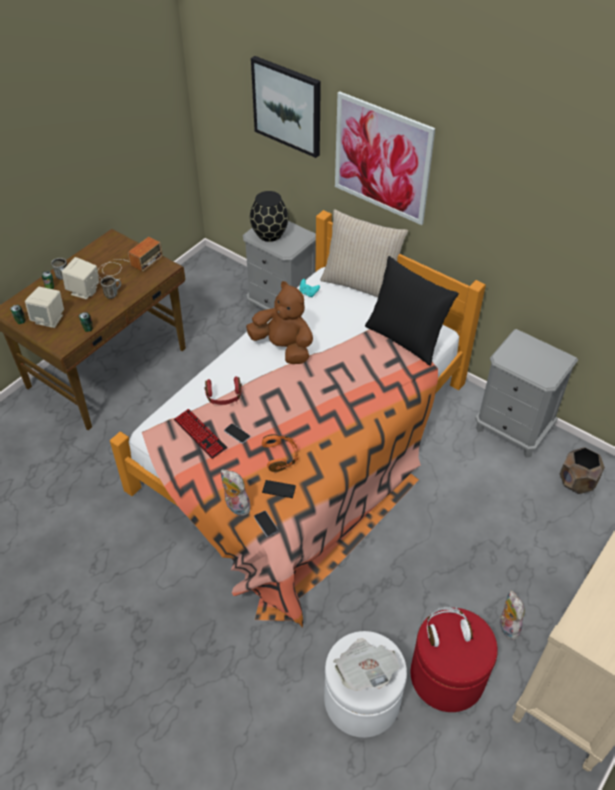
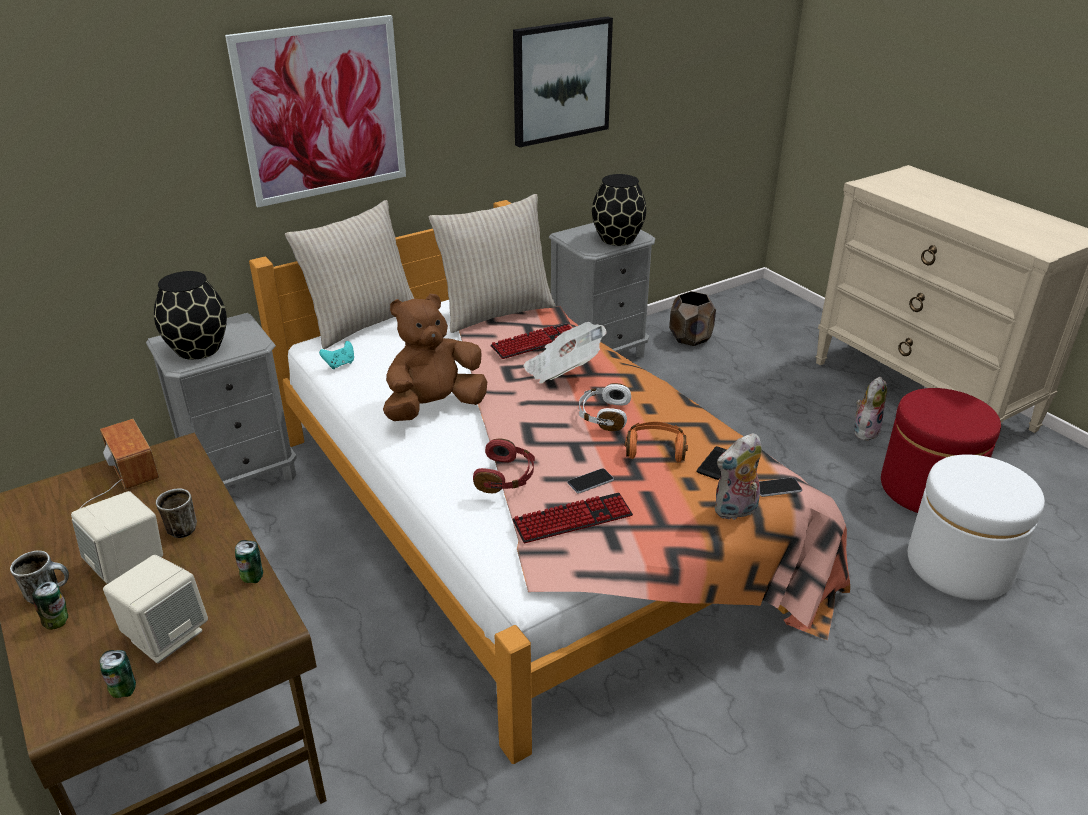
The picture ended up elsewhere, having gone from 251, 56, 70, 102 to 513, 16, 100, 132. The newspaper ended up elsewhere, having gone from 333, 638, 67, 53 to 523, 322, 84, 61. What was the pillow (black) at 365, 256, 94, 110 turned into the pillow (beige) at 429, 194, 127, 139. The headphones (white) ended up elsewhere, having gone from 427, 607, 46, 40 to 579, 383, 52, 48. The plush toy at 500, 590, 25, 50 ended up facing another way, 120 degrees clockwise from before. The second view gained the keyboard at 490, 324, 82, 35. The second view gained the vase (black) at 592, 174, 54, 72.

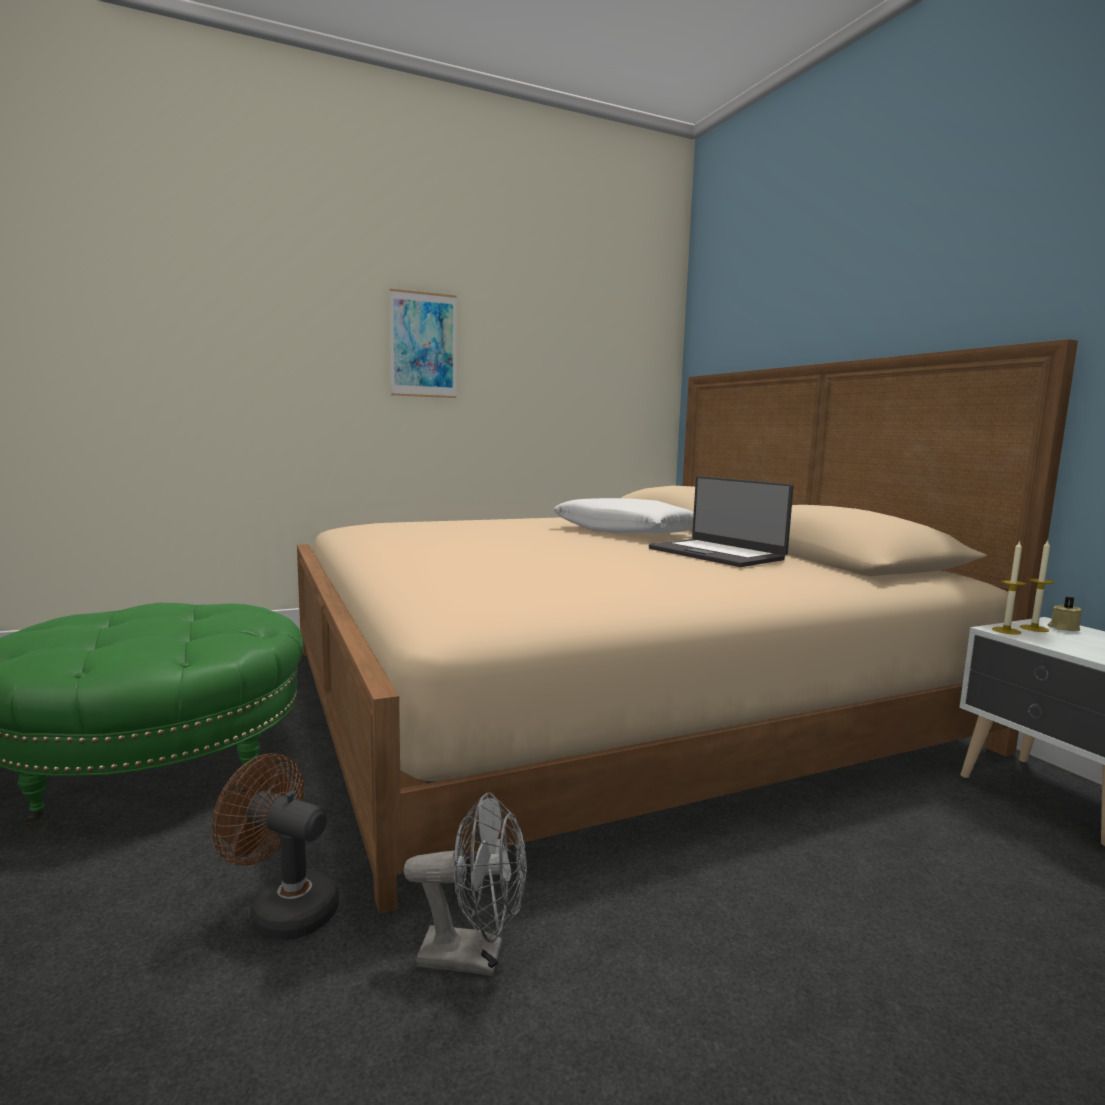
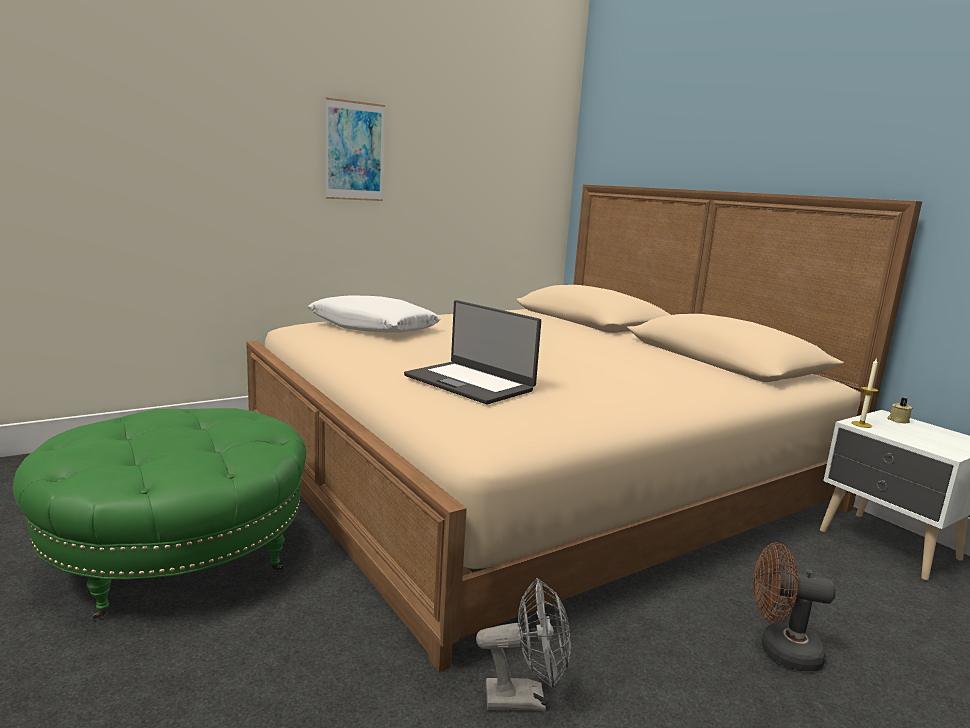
The fan (brown) ended up elsewhere, having gone from 212, 753, 127, 187 to 754, 543, 82, 128. The pillow (white) ended up elsewhere, having gone from 554, 498, 140, 36 to 308, 295, 133, 38. The laptop ended up elsewhere, having gone from 649, 476, 145, 91 to 404, 300, 137, 104. The second view lost the candle at 1020, 540, 34, 92.

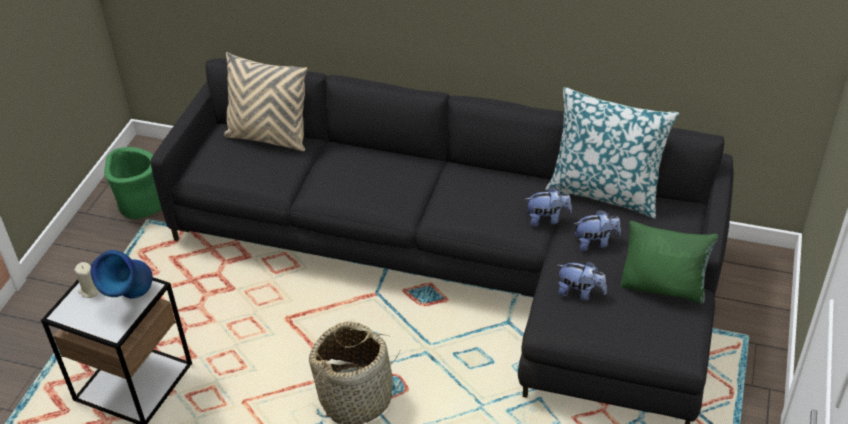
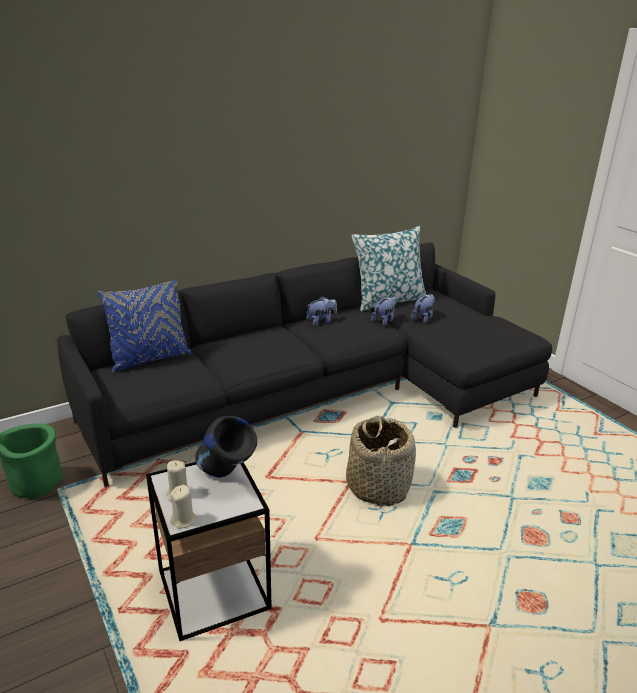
What was the vase (blue) at 90, 250, 63, 49 turned into the vase (black) at 195, 416, 62, 62. What was the pillow (beige) at 224, 52, 84, 99 turned into the pillow (blue) at 97, 279, 94, 94. The plush toy ended up elsewhere, having gone from 558, 261, 49, 40 to 306, 296, 31, 30. The second view lost the pillow (green) at 620, 221, 99, 83. The second view gained the candle (beige) at 170, 485, 26, 44.

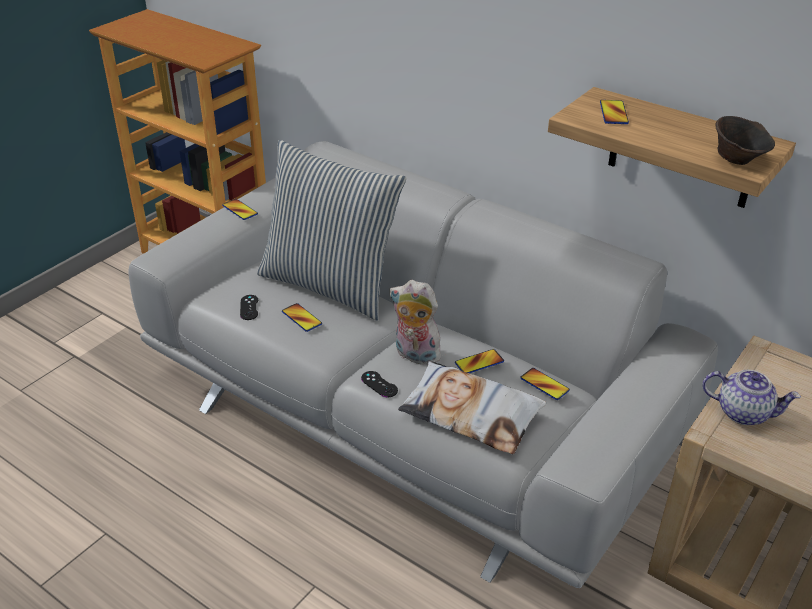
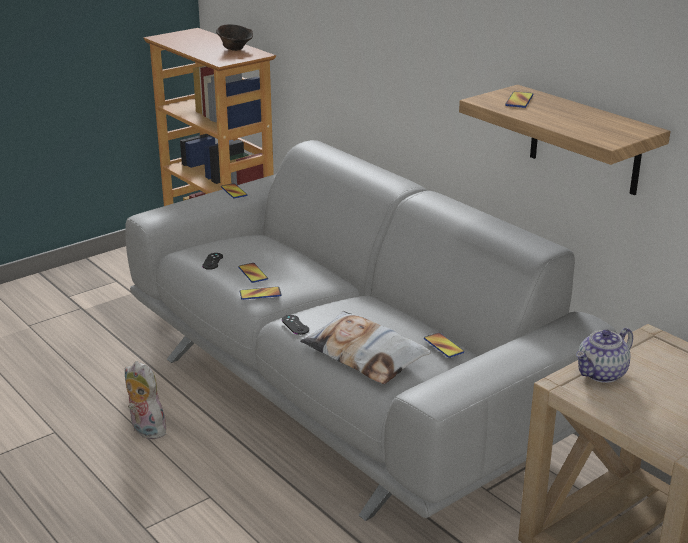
The second view lost the pillow at 257, 140, 149, 181. The plush toy ended up elsewhere, having gone from 389, 280, 54, 85 to 125, 361, 42, 79. The phone ended up elsewhere, having gone from 455, 349, 49, 24 to 240, 287, 42, 13. The teapot at 703, 370, 98, 55 ended up facing another way, 105 degrees clockwise from before. The bowl (brown) ended up elsewhere, having gone from 716, 116, 59, 49 to 216, 24, 37, 27.

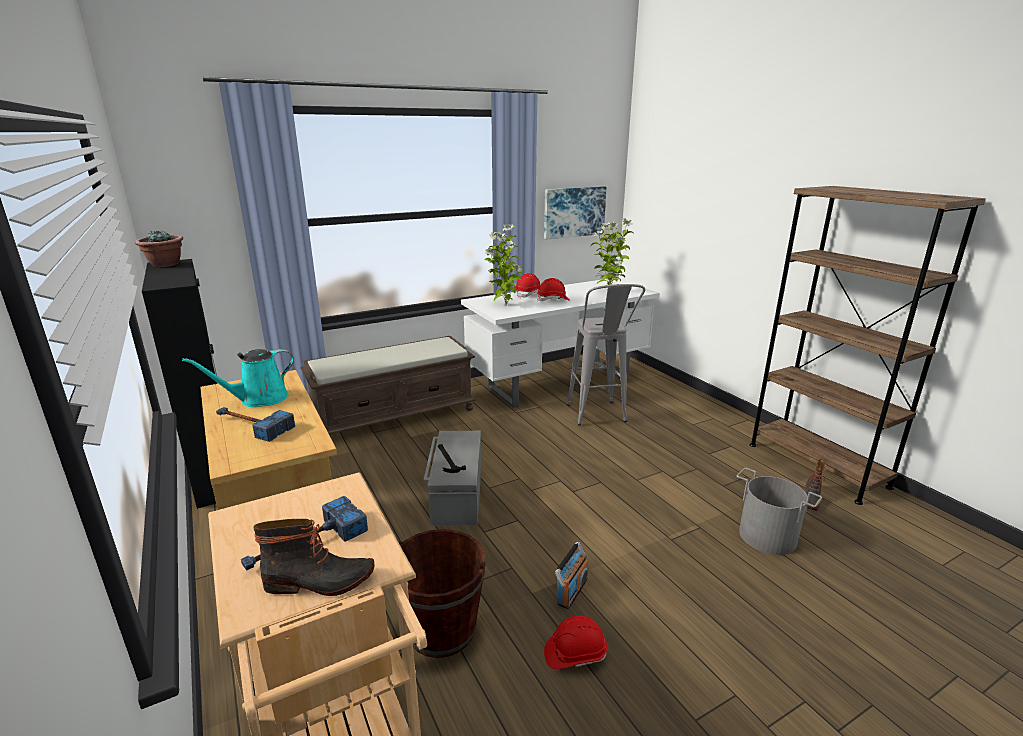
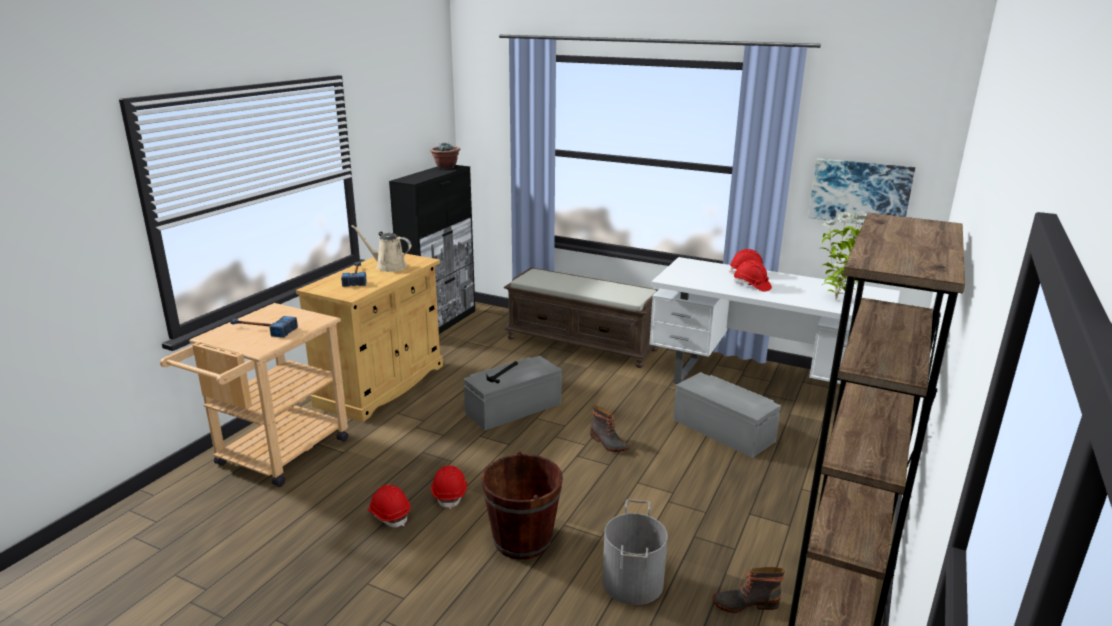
What was the watering can (turquoise) at 182, 349, 112, 58 turned into the watering can (beige) at 351, 225, 60, 47. The boot ended up elsewhere, having gone from 253, 519, 122, 77 to 590, 406, 40, 46. The bucket (brown) ended up elsewhere, having gone from 398, 529, 88, 129 to 481, 451, 82, 108. The second view lost the potted plant at 484, 224, 38, 81. Where the radio stood at 555, 542, 33, 67, the hard hat (red) came to stand at 431, 466, 36, 43. Where the stool (grey) stood at 567, 284, 78, 142, the storage box (grey) came to stand at 673, 372, 108, 86.

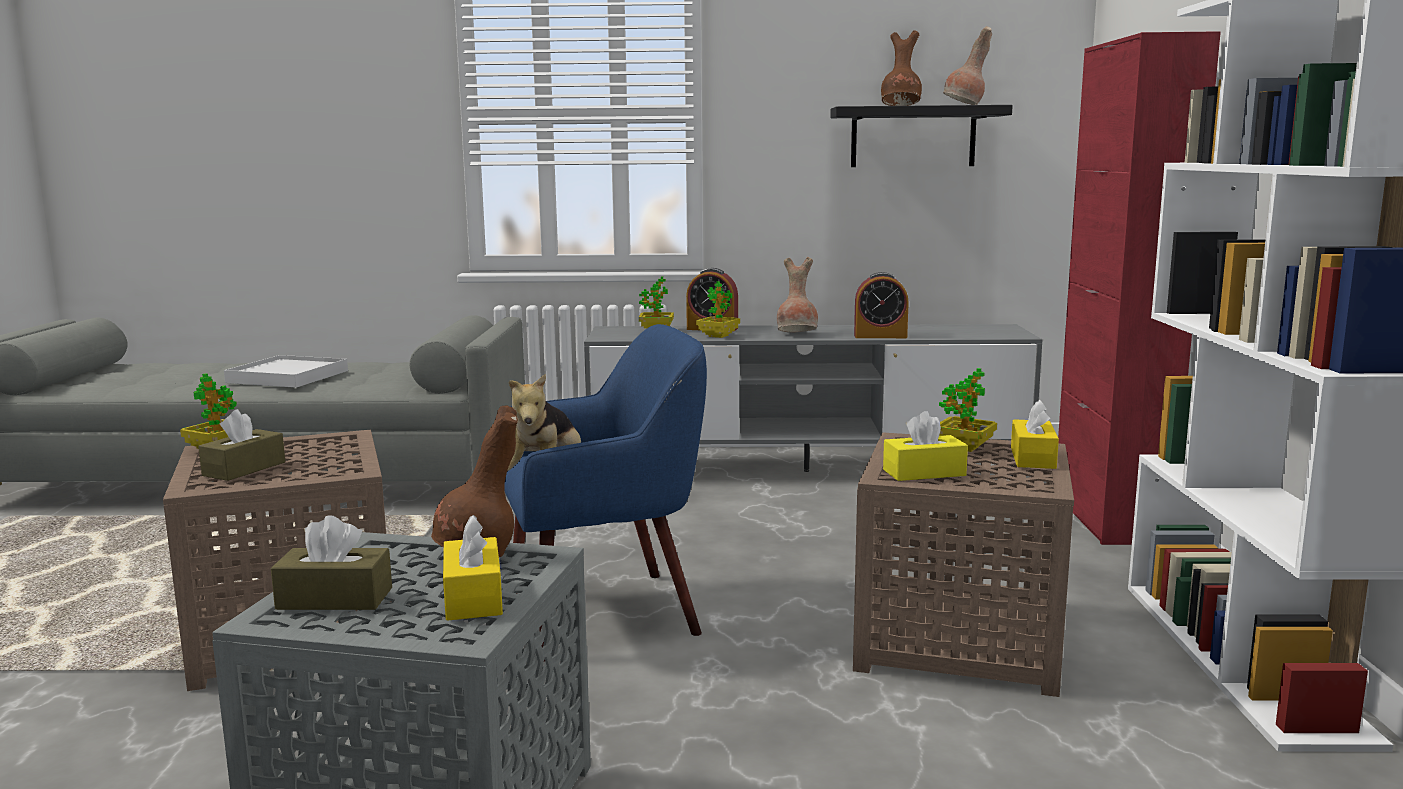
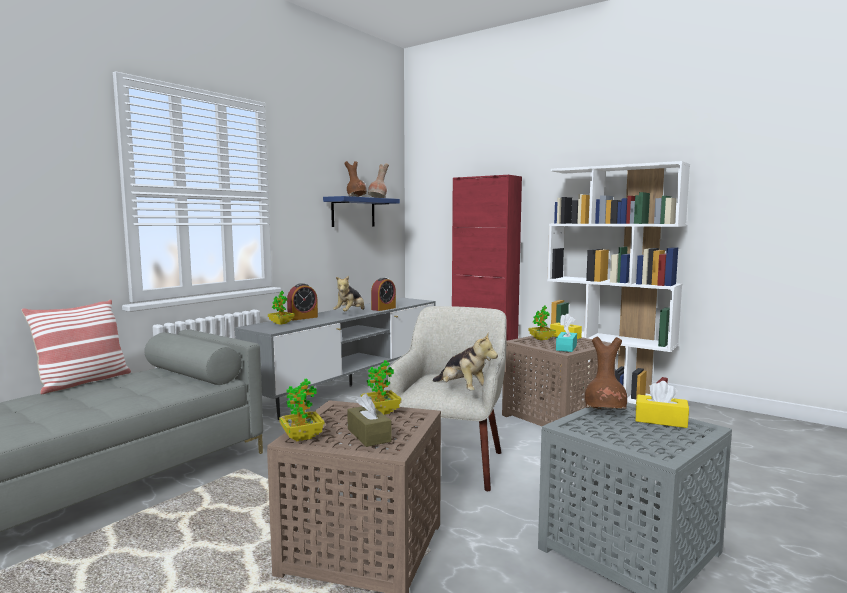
The second view lost the tray (white) at 224, 355, 124, 33. The second view lost the tissue box (brown) at 271, 515, 121, 95. What was the armchair (blue) at 504, 324, 203, 337 turned into the armchair (beige) at 388, 306, 119, 185. The potted plant ended up elsewhere, having gone from 696, 281, 44, 57 to 360, 360, 42, 54. Where the vase (brown) stood at 777, 257, 41, 76, the plush toy came to stand at 333, 276, 31, 35. What was the shelf (black) at 830, 105, 183, 62 turned into the shelf (blue) at 323, 196, 77, 31. What was the tissue box (yellow) at 883, 411, 85, 70 turned into the tissue box (turquoise) at 556, 323, 21, 29. The second view gained the pillow at 22, 299, 109, 95.

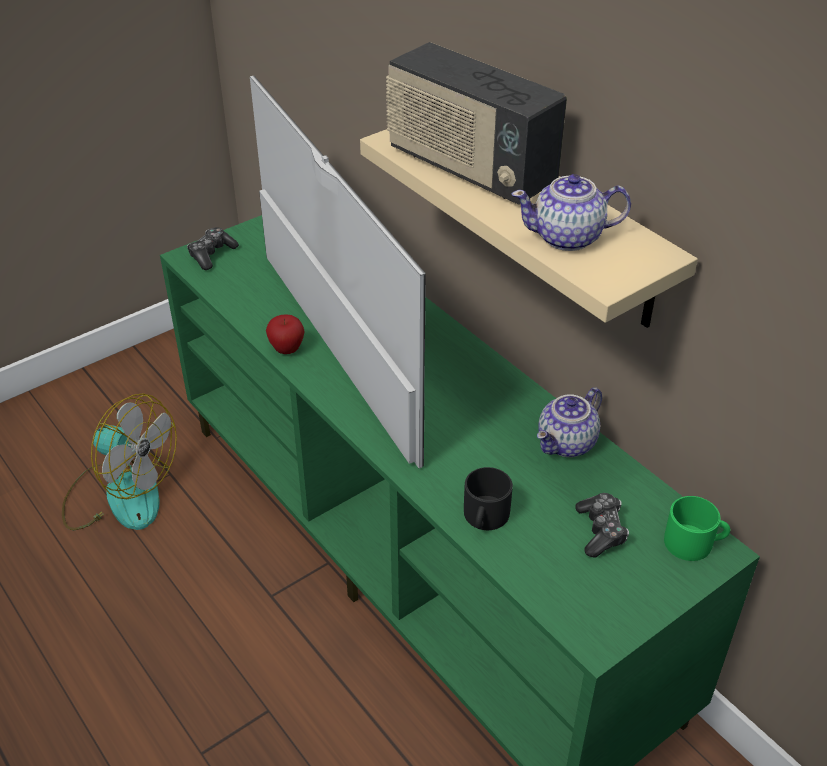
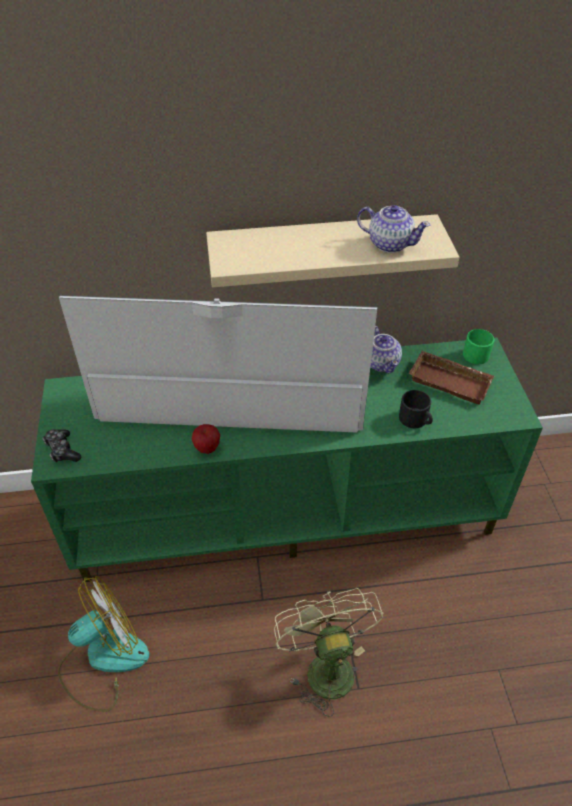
The second view lost the radio at 386, 42, 181, 163. The teapot at 511, 174, 120, 77 ended up facing another way, 90 degrees counterclockwise from before. Where the game controller stood at 575, 493, 54, 64, the tray (brown) came to stand at 409, 351, 85, 54. The second view gained the fan (green) at 274, 588, 109, 129.

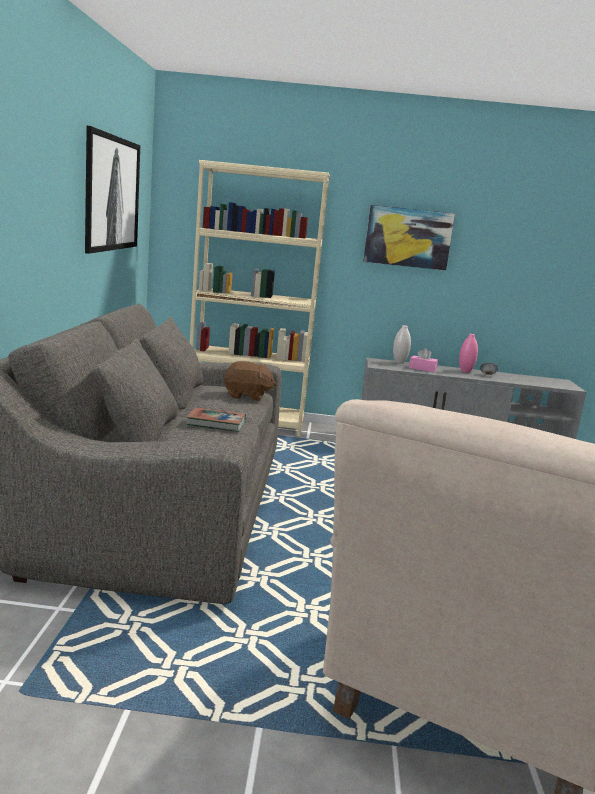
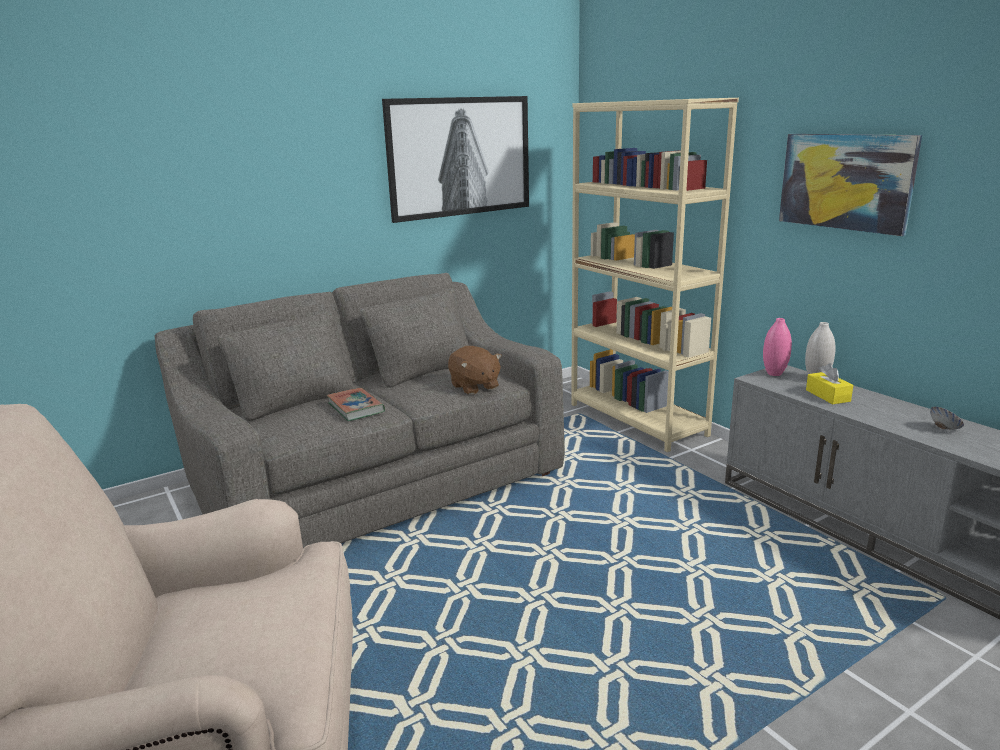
What was the tissue box (pink) at 409, 348, 29, 24 turned into the tissue box (yellow) at 806, 363, 47, 41. The vase (pink) ended up elsewhere, having gone from 459, 334, 19, 39 to 763, 318, 29, 58.

